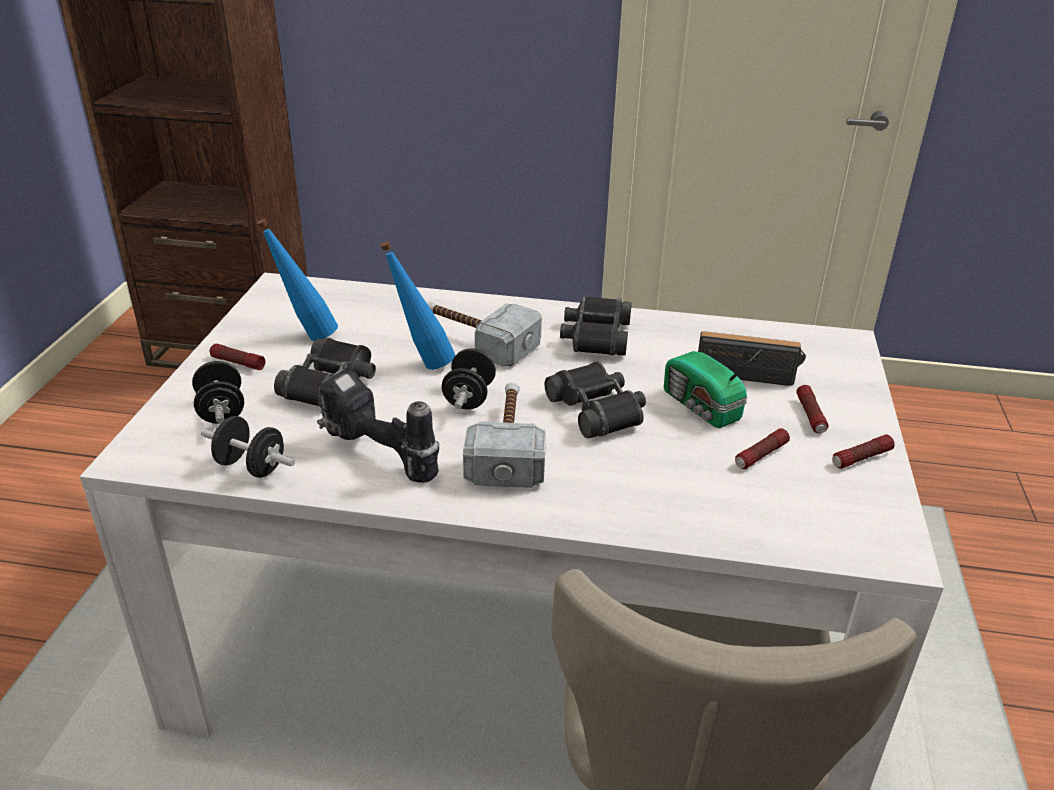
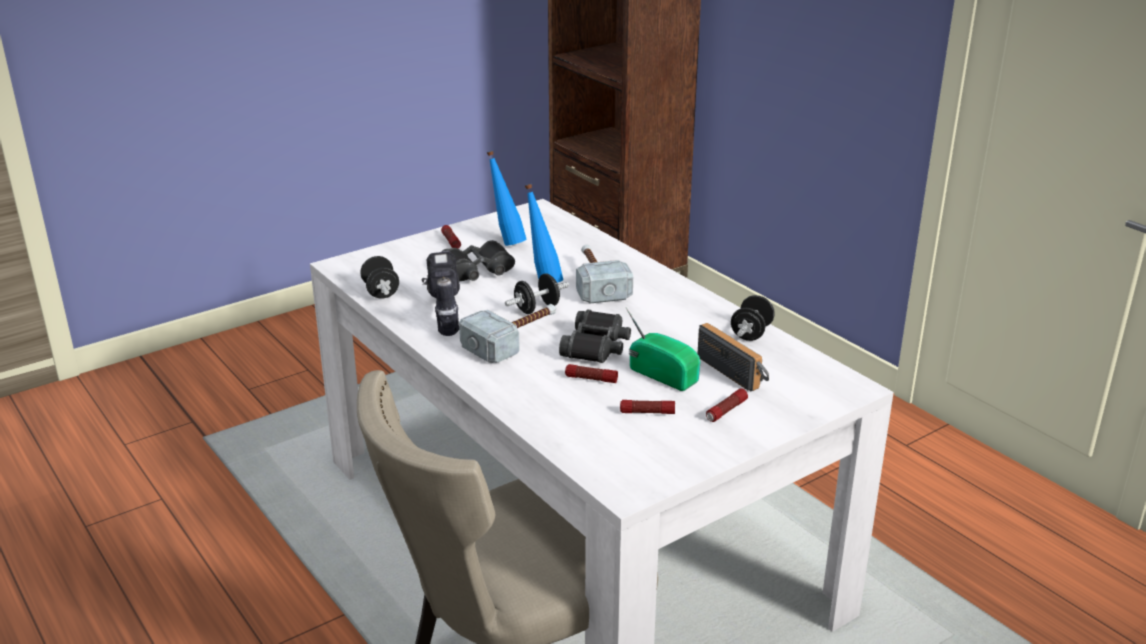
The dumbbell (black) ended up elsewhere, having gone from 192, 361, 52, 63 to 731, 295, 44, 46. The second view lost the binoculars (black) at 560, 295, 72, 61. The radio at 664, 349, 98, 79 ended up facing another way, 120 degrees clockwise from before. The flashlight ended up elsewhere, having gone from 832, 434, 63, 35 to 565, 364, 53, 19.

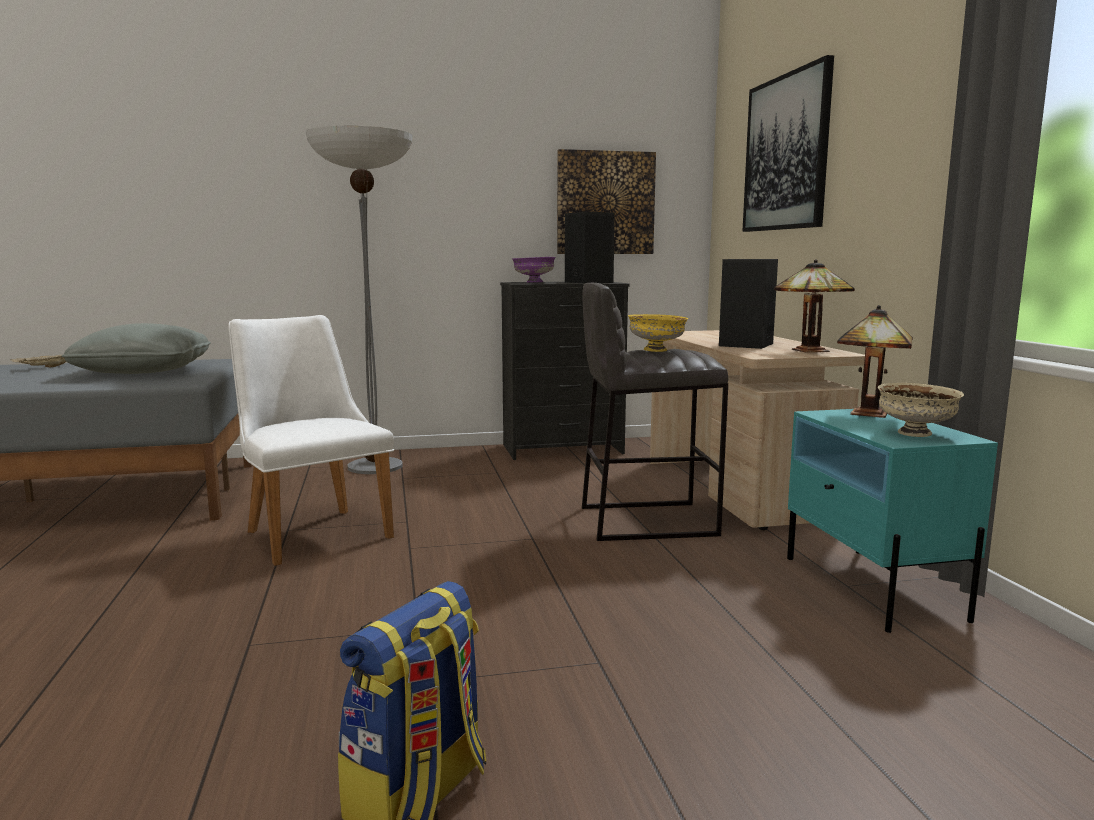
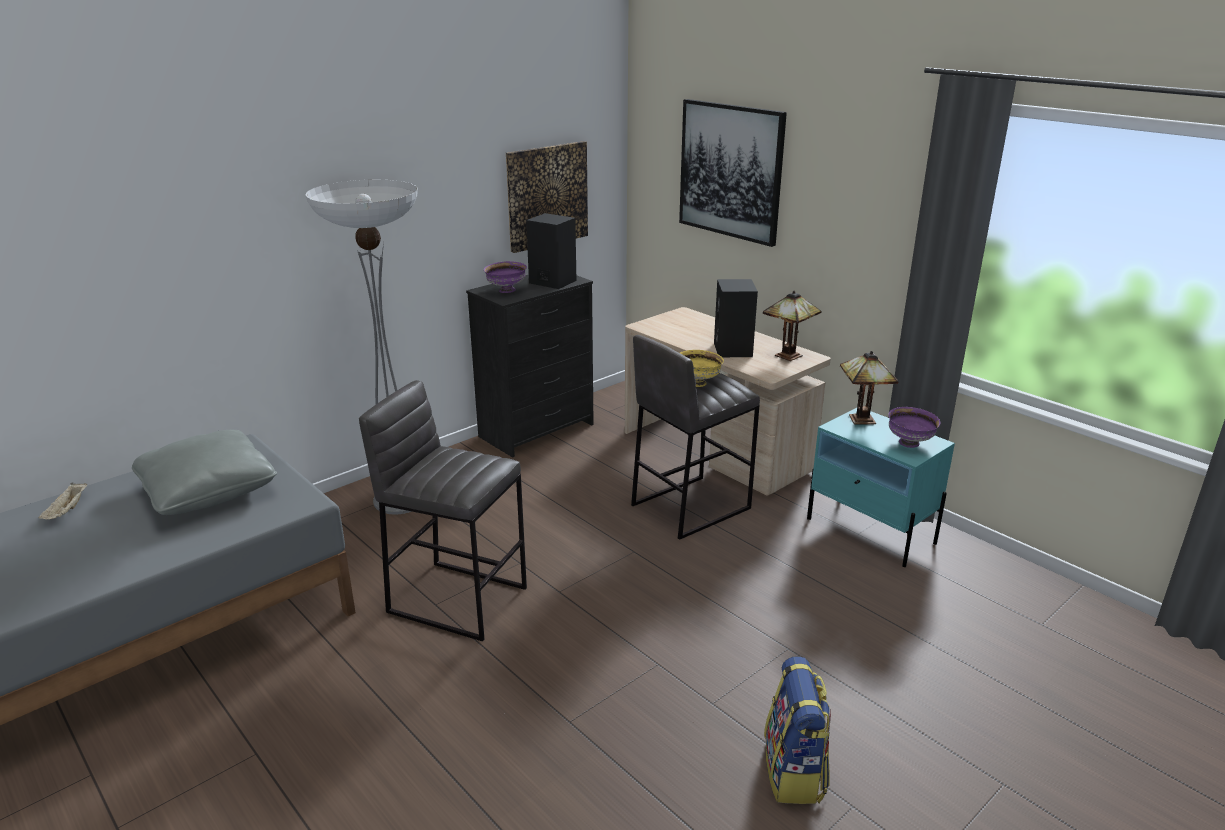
Where the chair (white) stood at 228, 315, 166, 251, the stool (grey) came to stand at 359, 380, 168, 261. What was the bowl (beige) at 878, 383, 86, 54 turned into the bowl (purple) at 888, 407, 53, 41.

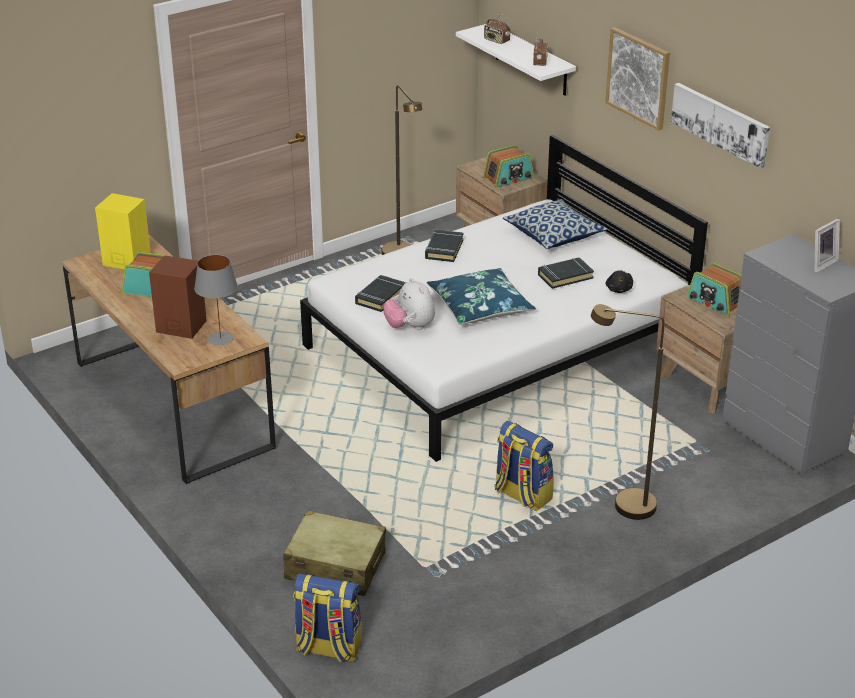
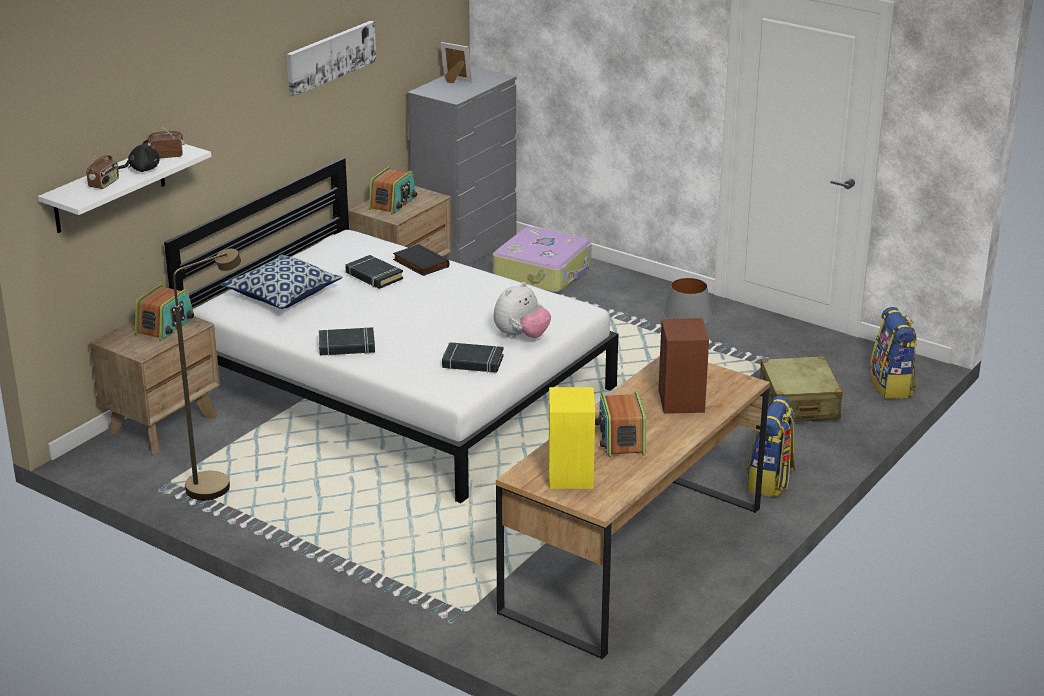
The second view lost the pillow (blue) at 427, 268, 109, 57. The radio at 483, 145, 51, 43 ended up facing another way, 75 degrees clockwise from before. The backpack ended up elsewhere, having gone from 495, 421, 59, 90 to 746, 396, 49, 101. The second view lost the floor lamp (brown) at 591, 304, 74, 216. The second view lost the picture at 605, 27, 65, 104. The plush toy (black) ended up elsewhere, having gone from 606, 270, 27, 23 to 118, 139, 42, 33. The second view gained the book (black) at 393, 244, 56, 32. The second view gained the suitcase at 493, 227, 99, 66.

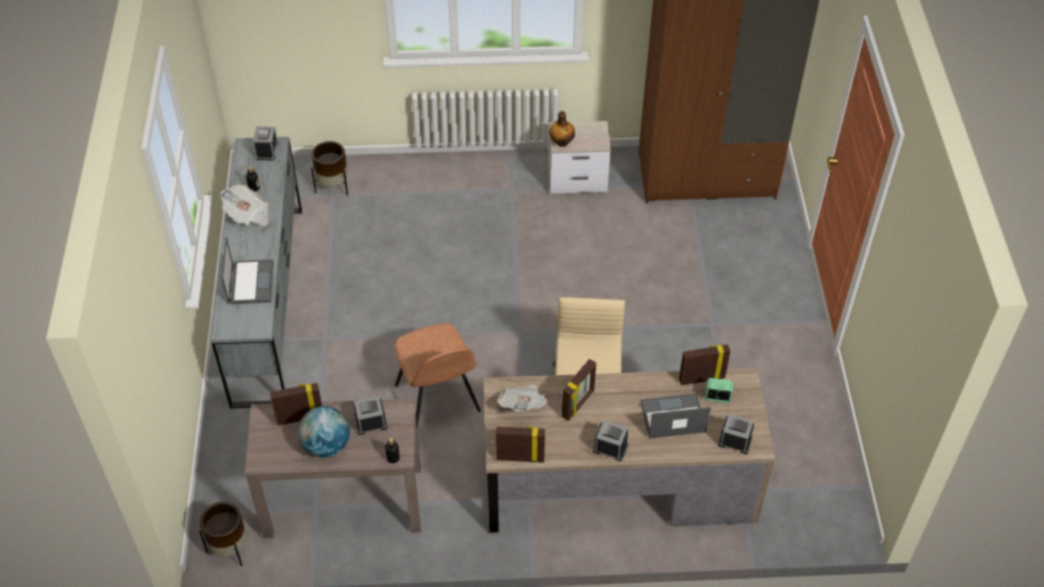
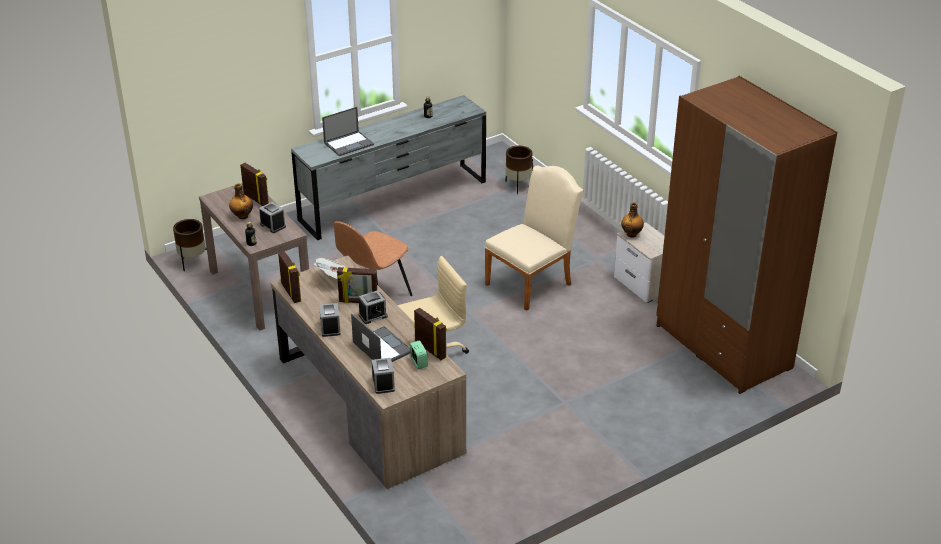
The second view lost the newspaper at 220, 185, 49, 41. The alarm clock ended up elsewhere, having gone from 253, 126, 25, 34 to 358, 290, 30, 34. Where the globe stood at 298, 406, 52, 51, the bottle came to stand at 229, 184, 24, 35. The second view gained the chair (beige) at 485, 165, 99, 146.

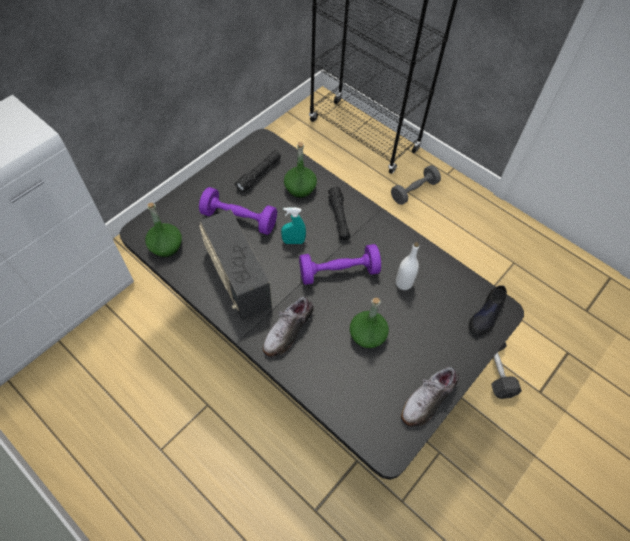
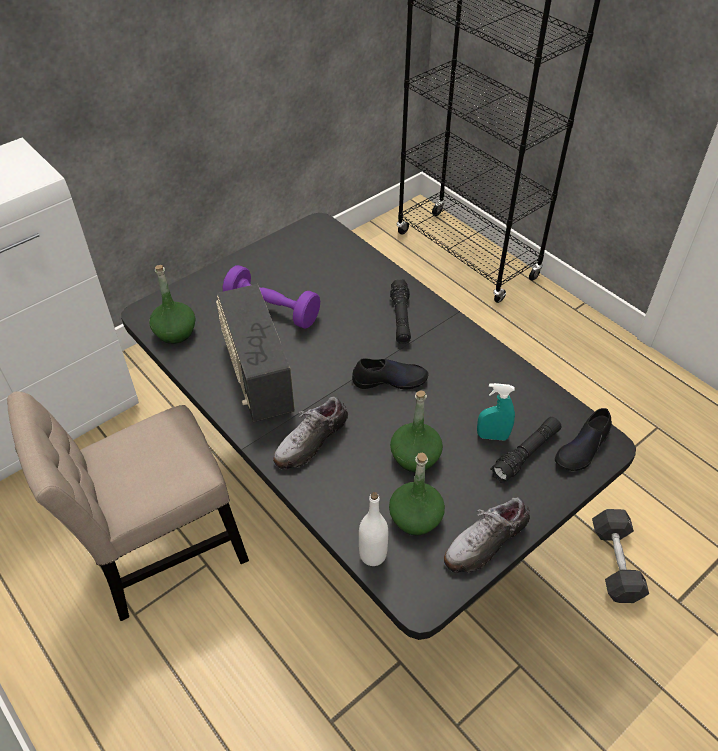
The flashlight (black) ended up elsewhere, having gone from 234, 150, 47, 43 to 490, 417, 71, 66. The spray bottle (turquoise) ended up elsewhere, having gone from 281, 207, 25, 37 to 477, 383, 38, 58. The bottle (green) ended up elsewhere, having gone from 284, 142, 33, 56 to 389, 453, 56, 83. Where the dumbbell (purple) stood at 299, 244, 82, 41, the shoe (black) came to stand at 352, 358, 77, 31. The second view lost the dumbbell (grey) at 391, 165, 50, 40. The bottle (white) ended up elsewhere, having gone from 396, 242, 23, 48 to 359, 492, 29, 74. The second view gained the chair (beige) at 7, 391, 242, 230.

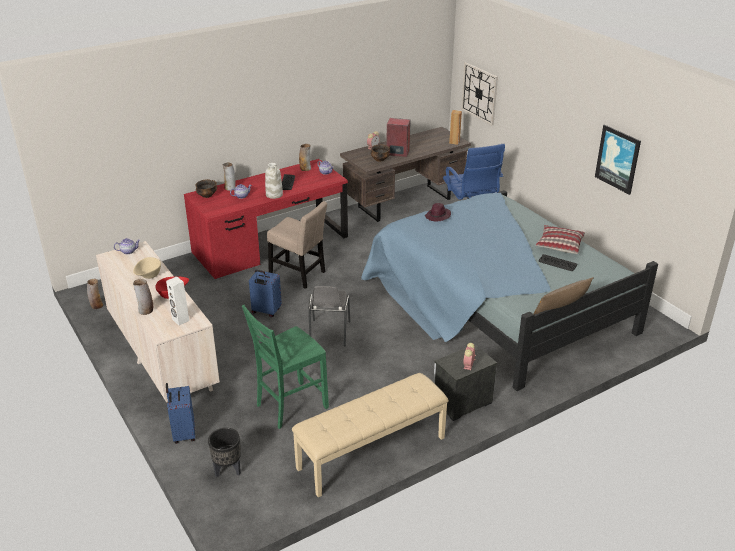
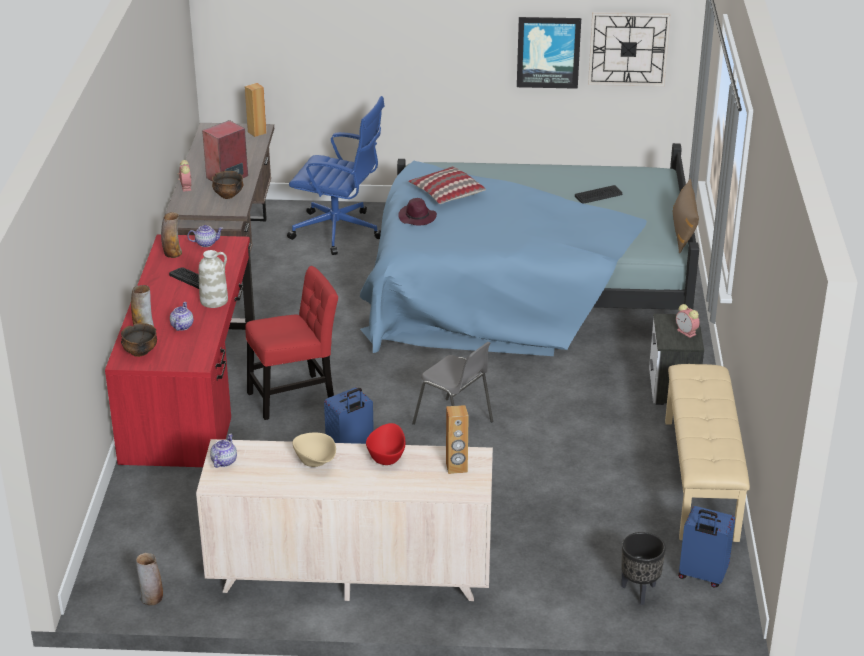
The second view lost the vase at 133, 279, 20, 36. What was the speaker (white) at 166, 276, 23, 49 turned into the speaker (brown) at 446, 405, 23, 69. The suitcase (blue) ended up elsewhere, having gone from 166, 383, 29, 61 to 678, 506, 57, 81. The second view lost the chair (green) at 242, 305, 87, 124. What was the chair (beige) at 267, 201, 60, 88 turned into the chair (red) at 245, 266, 93, 154. The wall clock ended up elsewhere, having gone from 461, 62, 37, 63 to 588, 12, 83, 74. The pillow ended up elsewhere, having gone from 536, 225, 49, 29 to 408, 167, 78, 37.

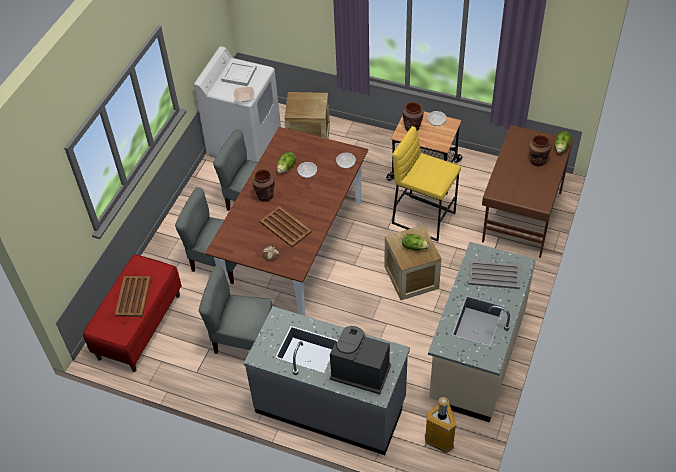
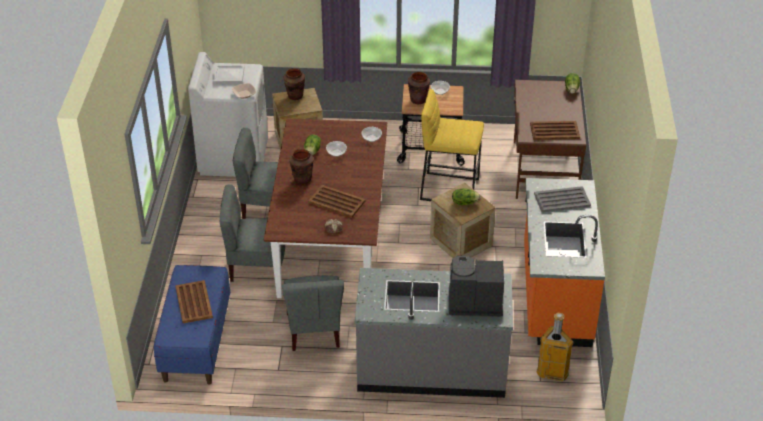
What was the bench (red) at 83, 254, 99, 118 turned into the bench (blue) at 154, 265, 76, 119. The chair (grey) at 199, 266, 74, 88 ended up facing another way, 90 degrees counterclockwise from before. What was the counter (beige) at 428, 242, 108, 181 turned into the counter (orange) at 524, 178, 81, 169. The vase (brown) ended up elsewhere, having gone from 529, 135, 23, 31 to 283, 68, 22, 32. The second view gained the tray (brown) at 530, 121, 50, 19.

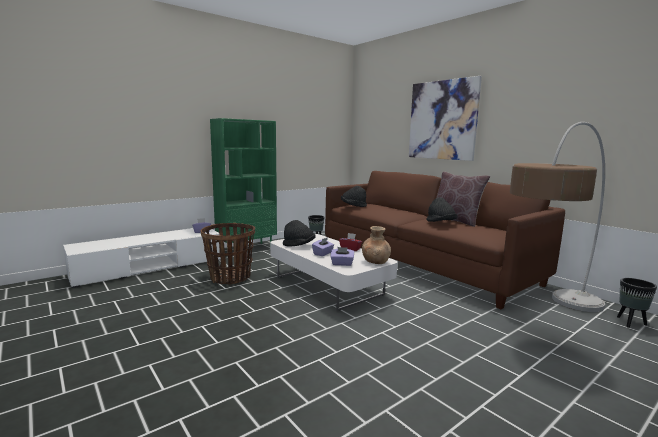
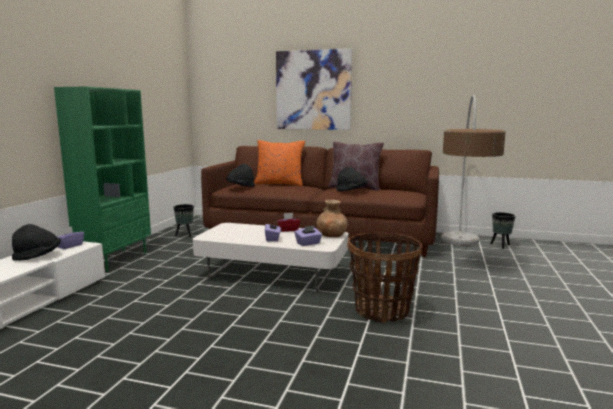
The basket ended up elsewhere, having gone from 200, 223, 55, 62 to 347, 233, 75, 90. The hat (black) ended up elsewhere, having gone from 283, 220, 33, 27 to 12, 224, 49, 37. The second view gained the pillow (orange) at 254, 140, 51, 46.

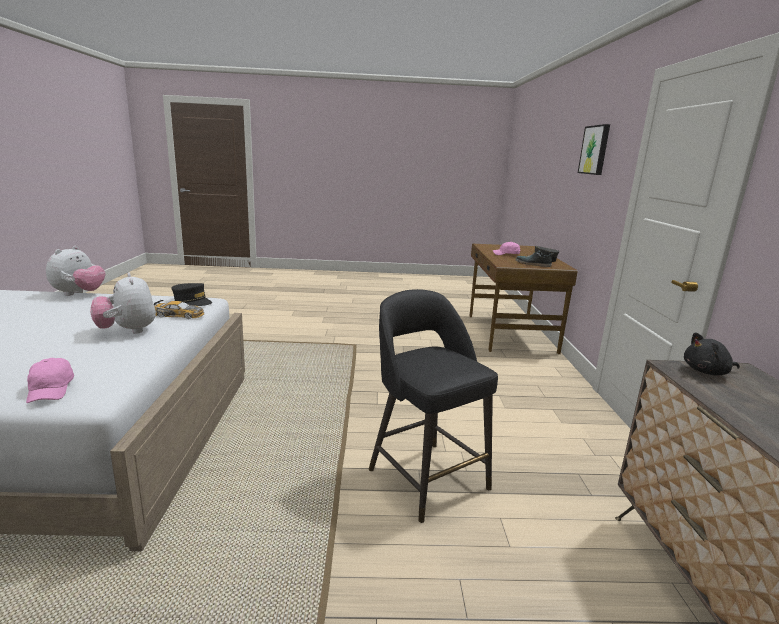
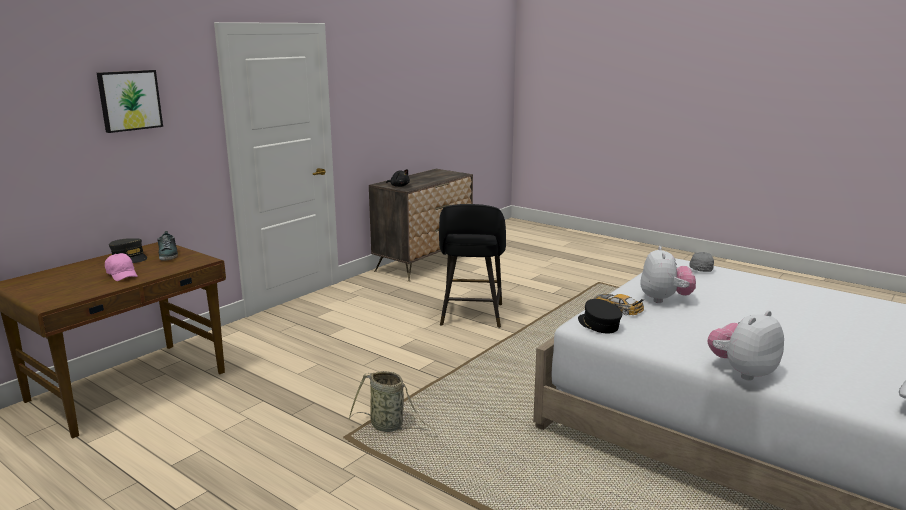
What was the cap (pink) at 26, 358, 48, 45 turned into the cap (grey) at 689, 252, 25, 20. The second view gained the basket at 348, 371, 87, 61.

